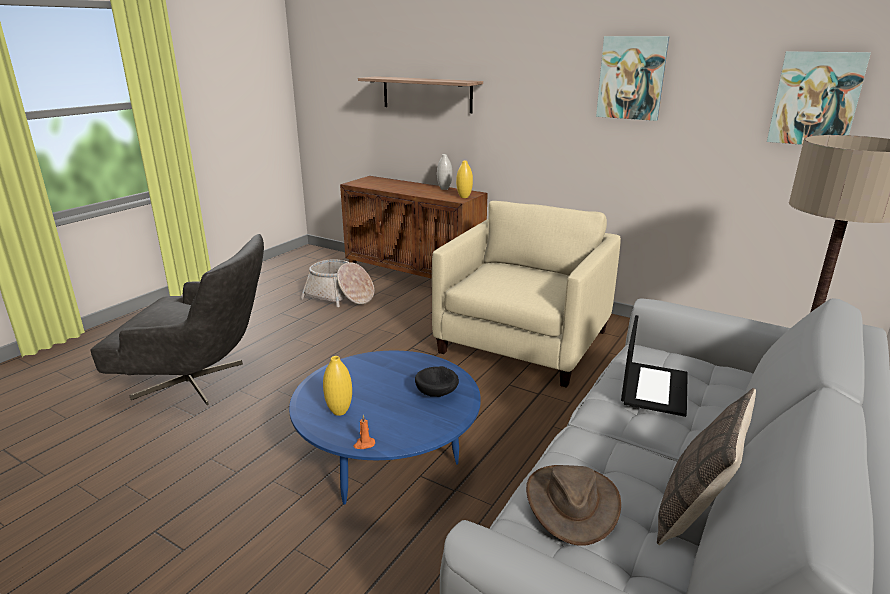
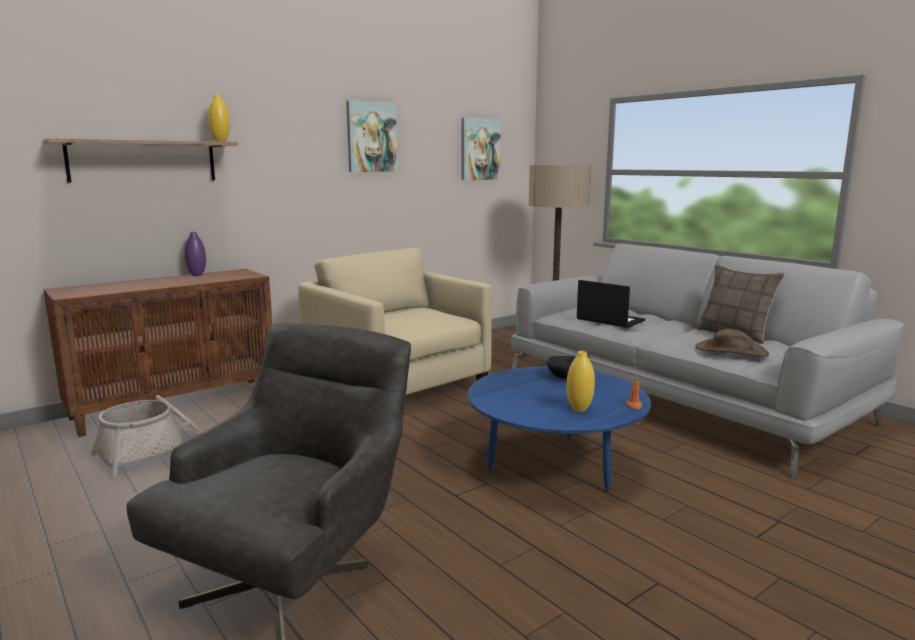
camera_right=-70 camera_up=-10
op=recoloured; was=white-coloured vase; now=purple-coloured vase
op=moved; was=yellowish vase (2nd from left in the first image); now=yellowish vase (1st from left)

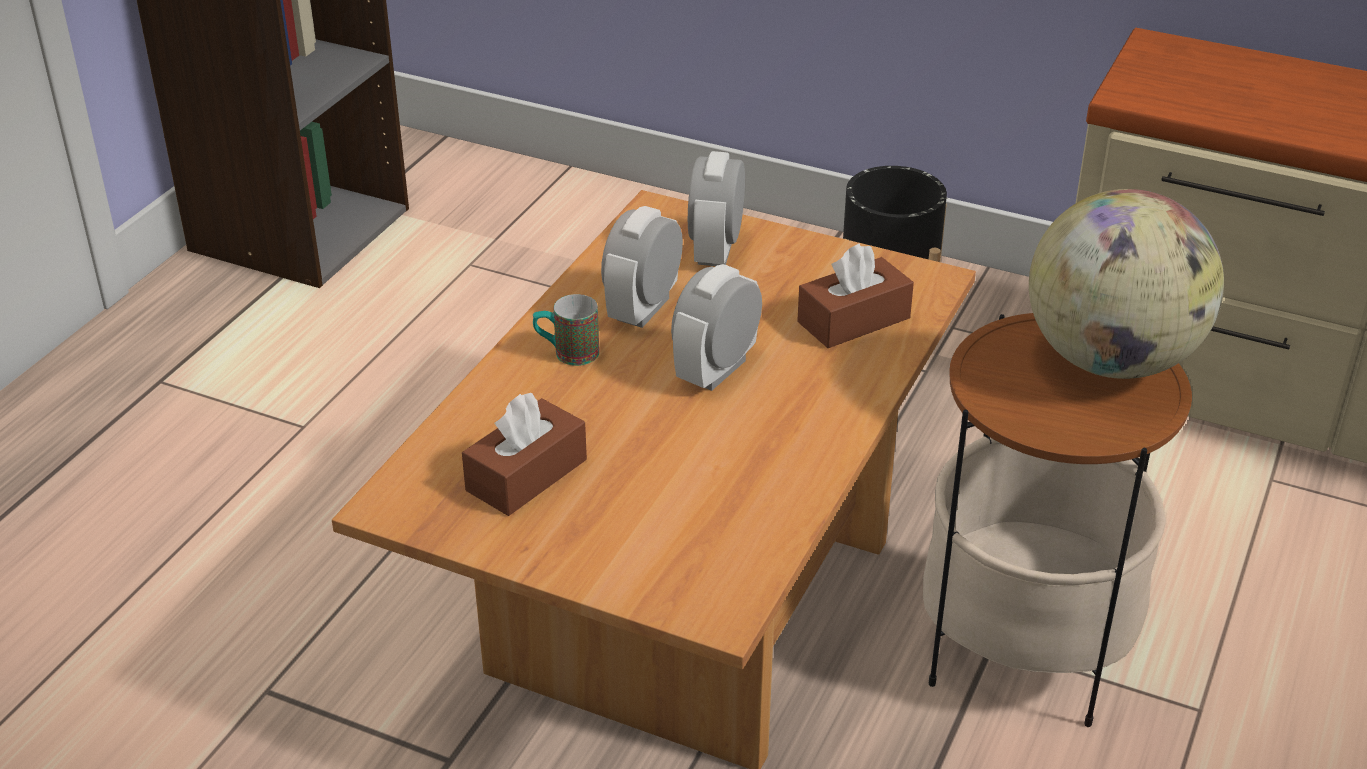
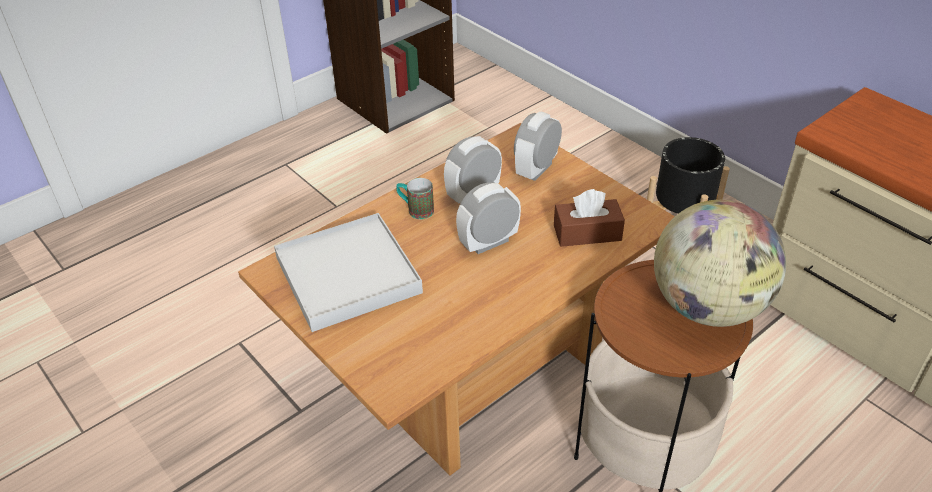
camera_right=25 camera_up=5
op=replaced; was=brownish box of tissues (1st from left); now=white-coloured serving tray

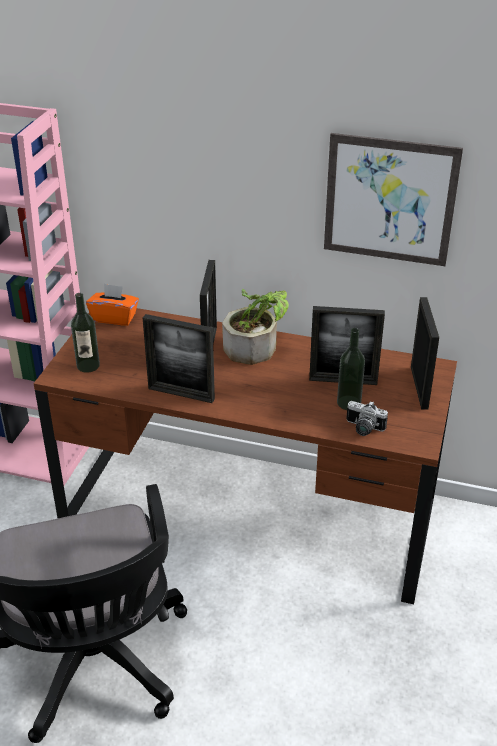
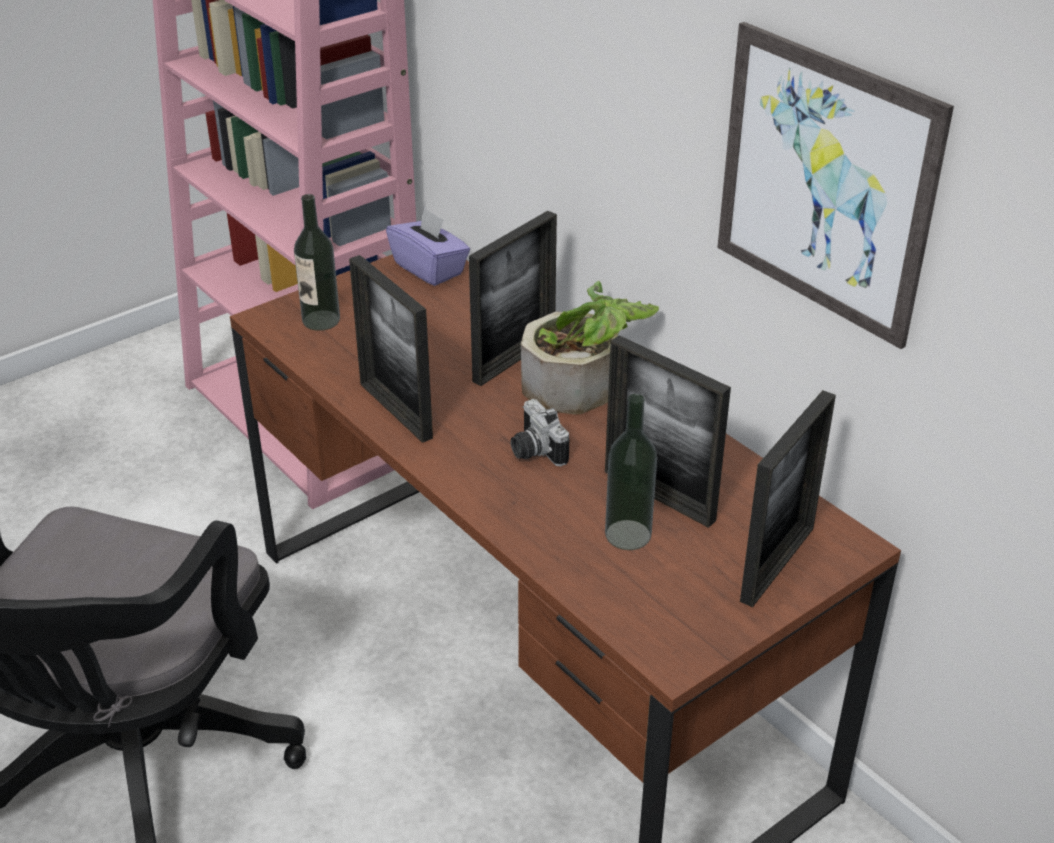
camera_right=35 camera_up=0
op=recoloured; was=orangey box of tissues; now=purple-coloured box of tissues
op=moved; was=photo camera

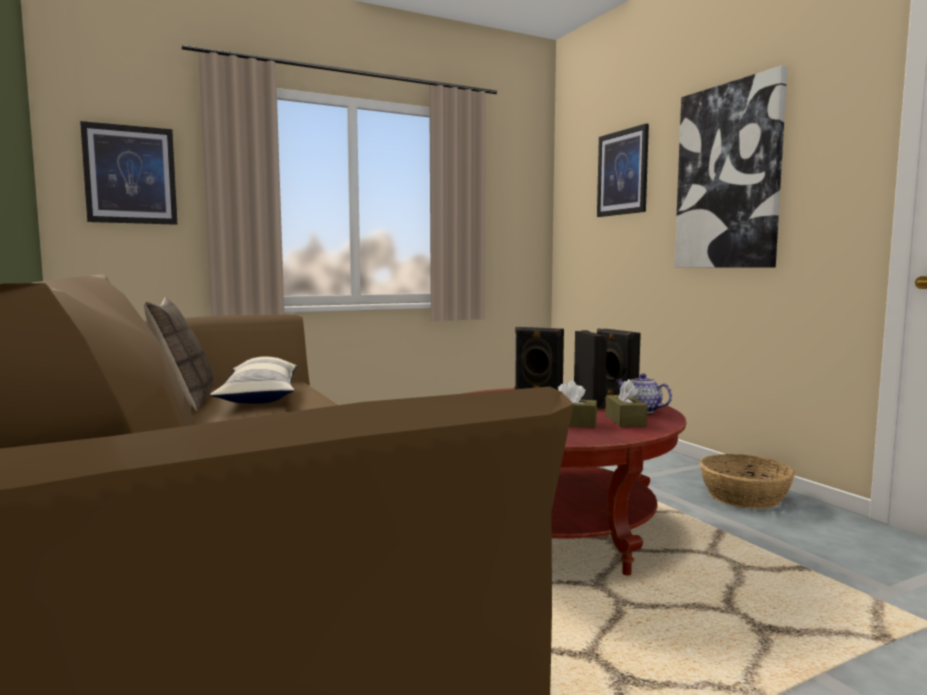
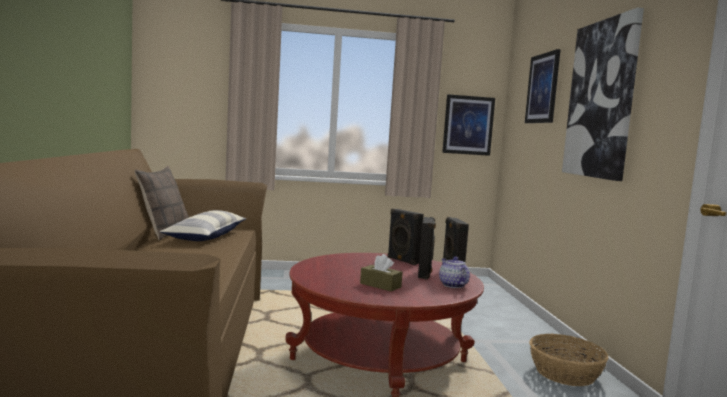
camera_right=20 camera_up=0
op=moved; was=wall picture (1st from left)
op=removed; was=brownish box of tissues (2nd from left)

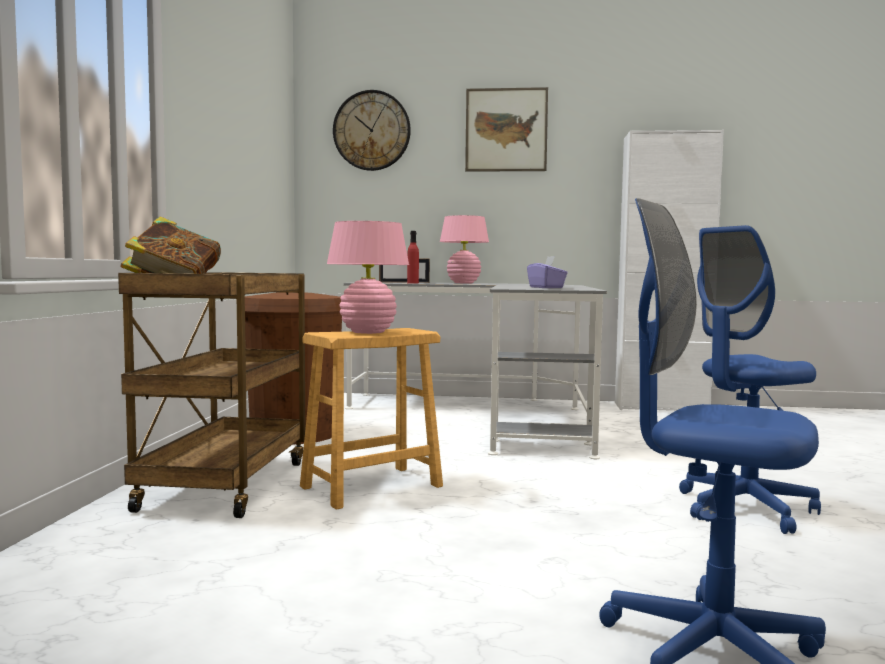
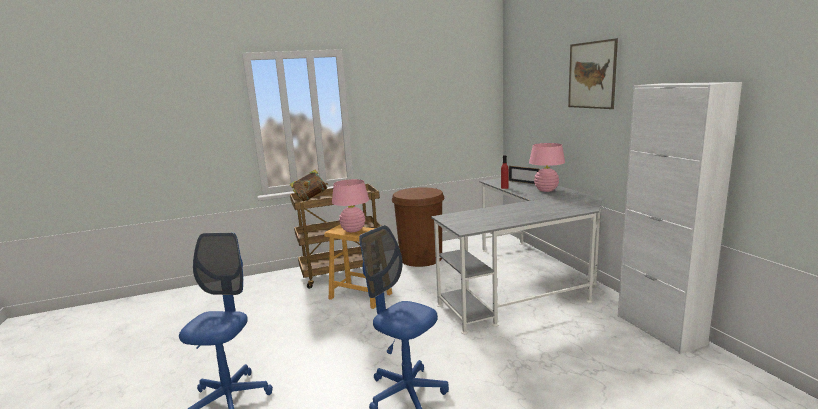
camera_right=65 camera_up=10
op=removed; was=clock on the wall
op=removed; was=purple-coloured box of tissues

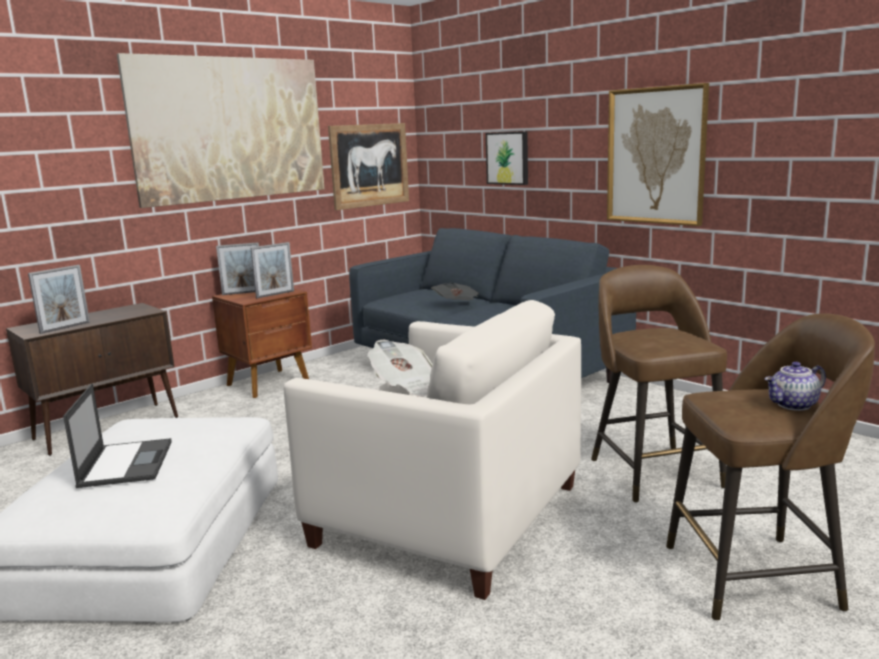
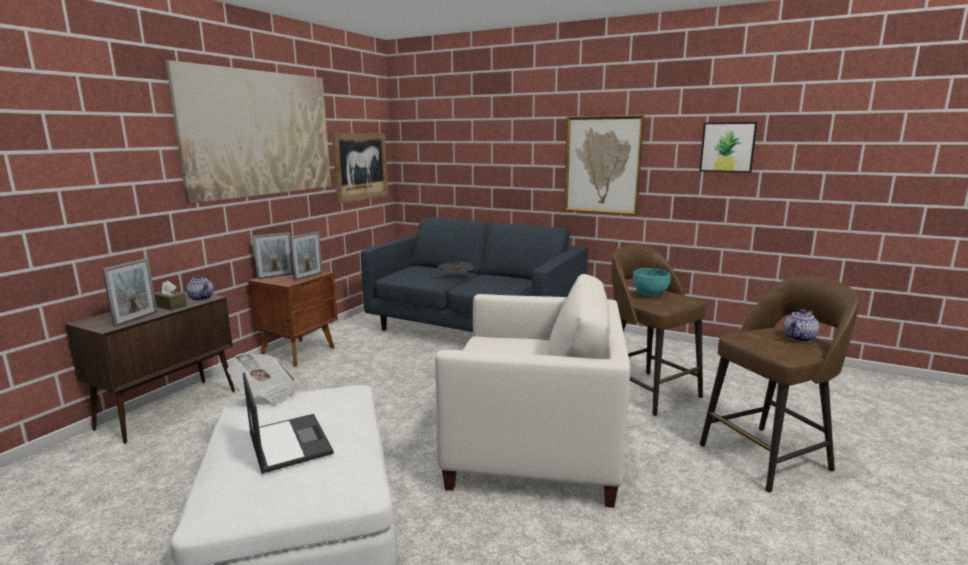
camera_right=-20 camera_up=0
op=moved; was=printed paper (1st from left)
op=moved; was=wall picture (3rd from left in the first image); now=wall picture (4th from left)
op=added; now=brownish box of tissues
op=added; now=teapot (1st from left)
op=added; now=turquoise bowl

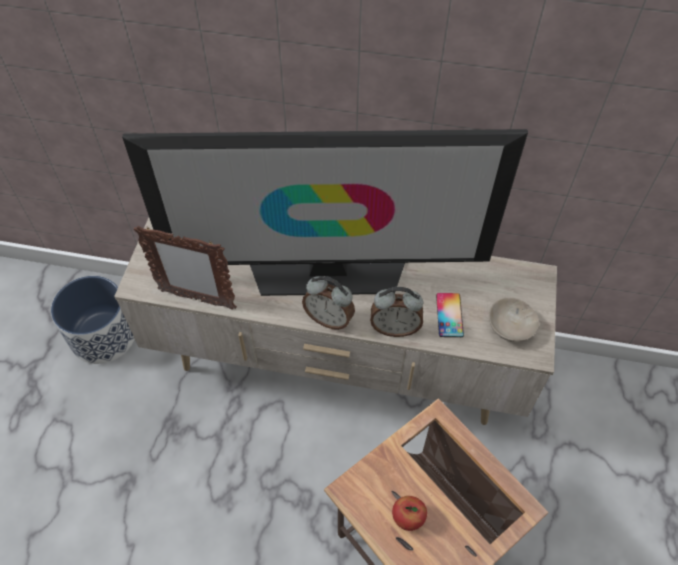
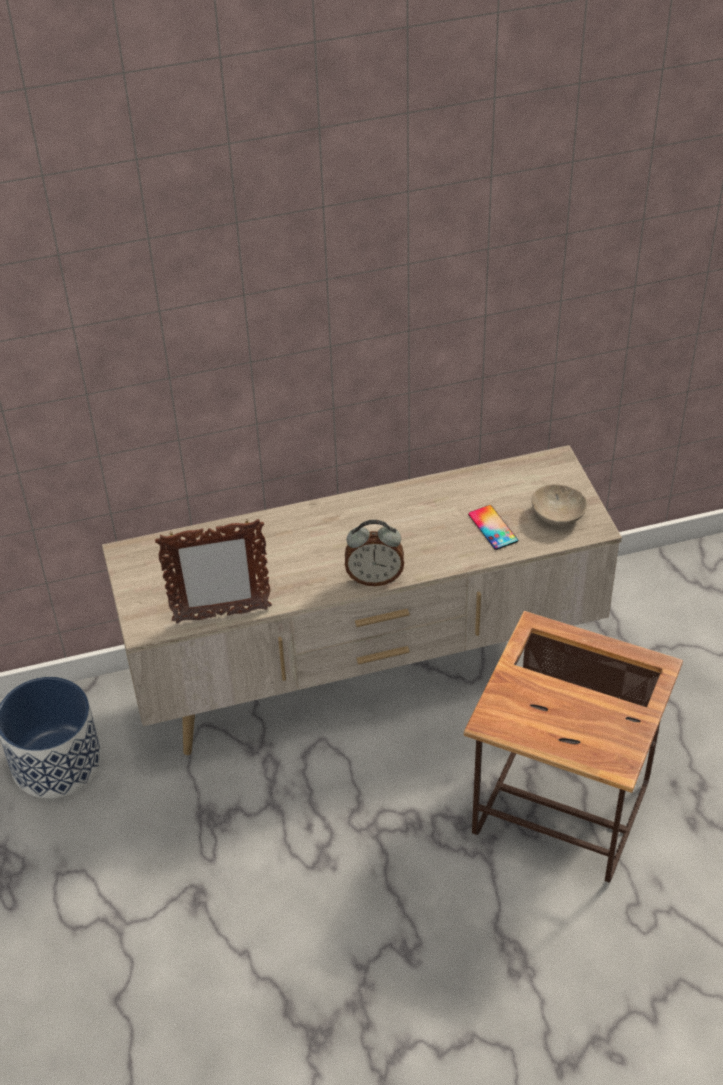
camera_right=-25 camera_up=-10
op=removed; was=TV set
op=removed; was=table clock (2nd from left)
op=removed; was=whole apple

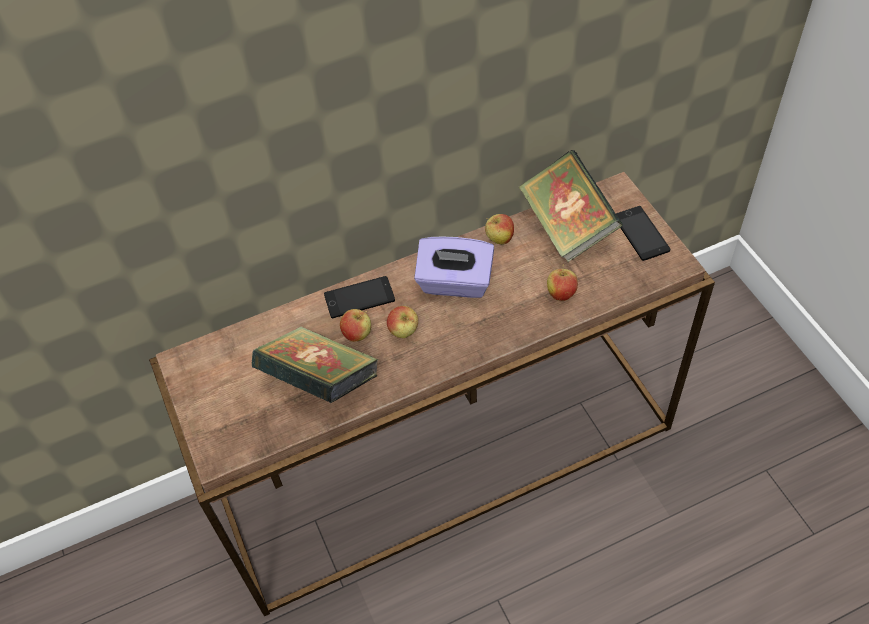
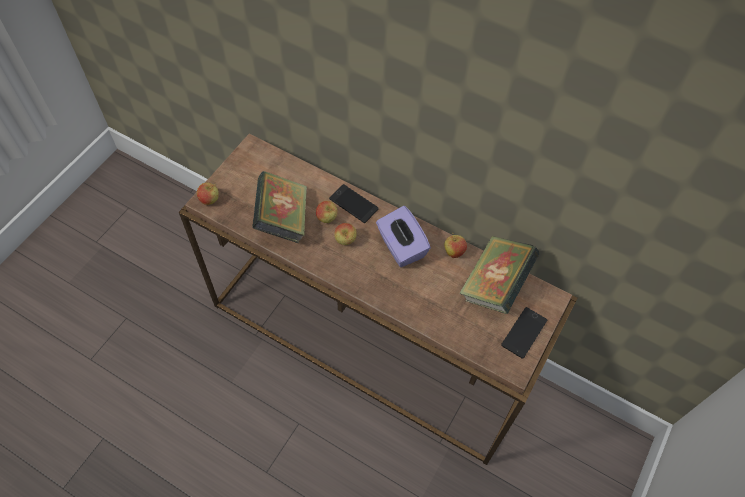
camera_right=50 camera_up=5
op=moved; was=whole apple (4th from left in the first image); now=whole apple (1st from left)

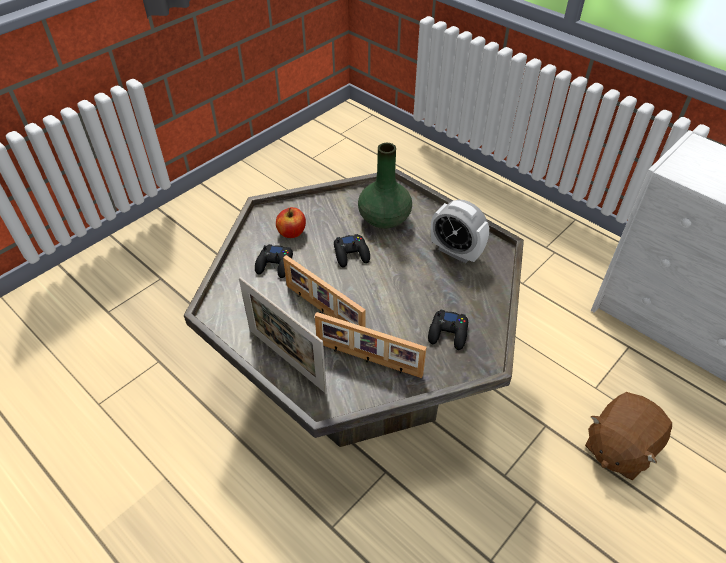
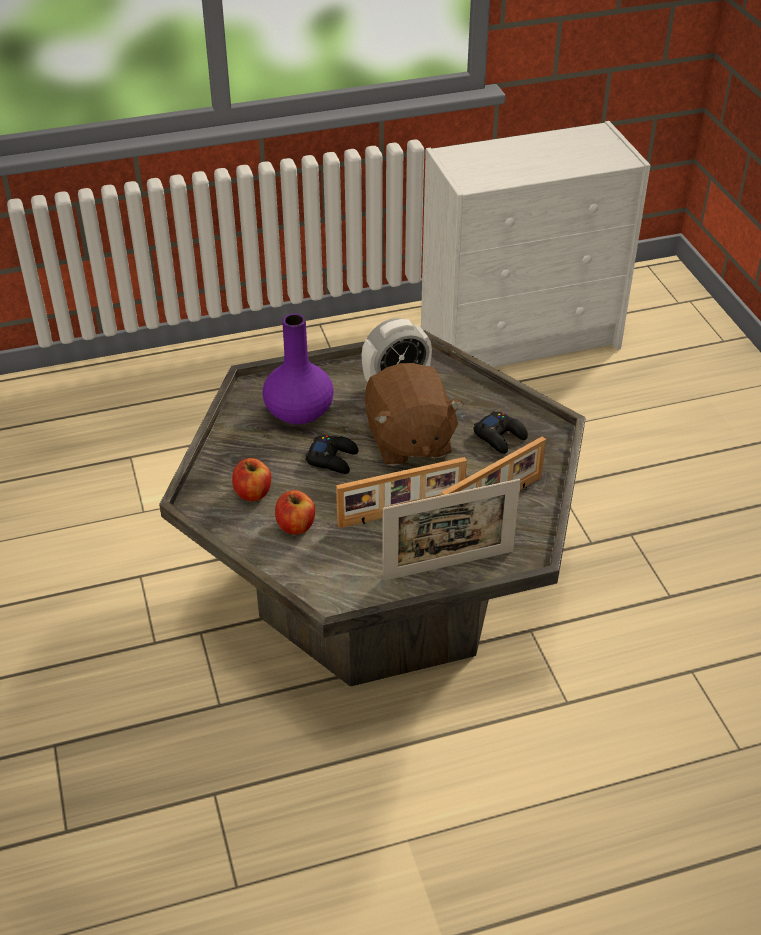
camera_right=-60 camera_up=-5
op=replaced; was=blackish gamepad (1st from left); now=whole apple (2nd from left)
op=recoloured; was=green vase; now=purple-coloured vase
op=moved; was=brownish cuddly toy

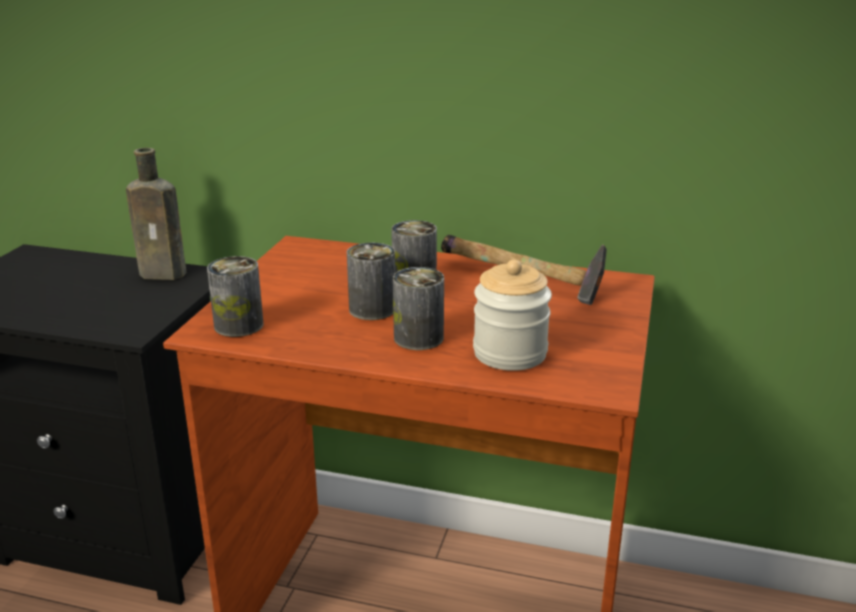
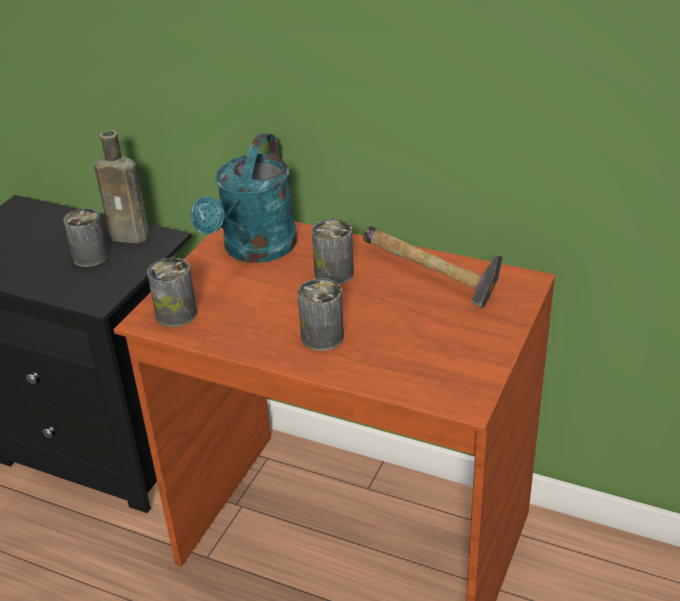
camera_right=10 camera_up=10
op=moved; was=can (2nd from left in the first image); now=can (1st from left)
op=removed; was=storage jar
op=added; now=turquoise sprinkling can

